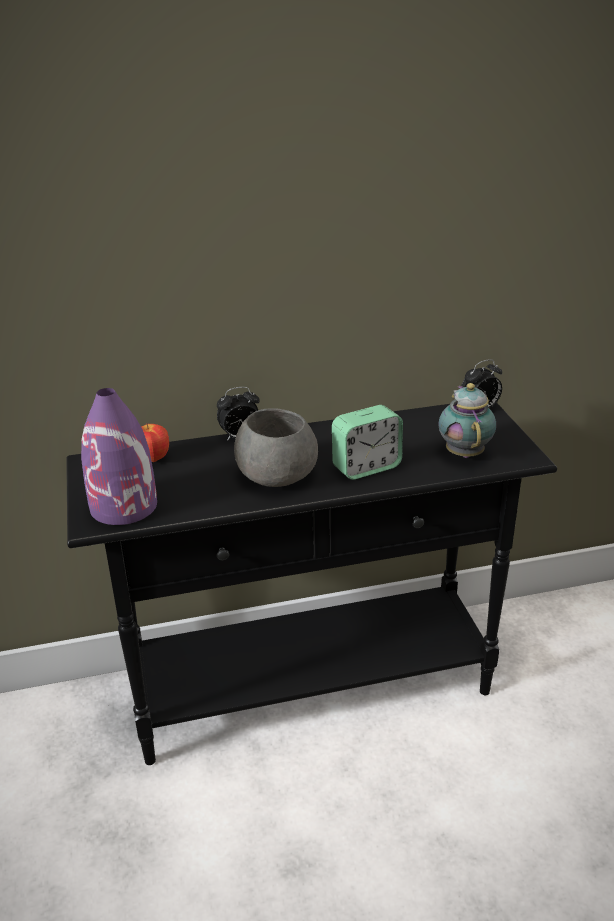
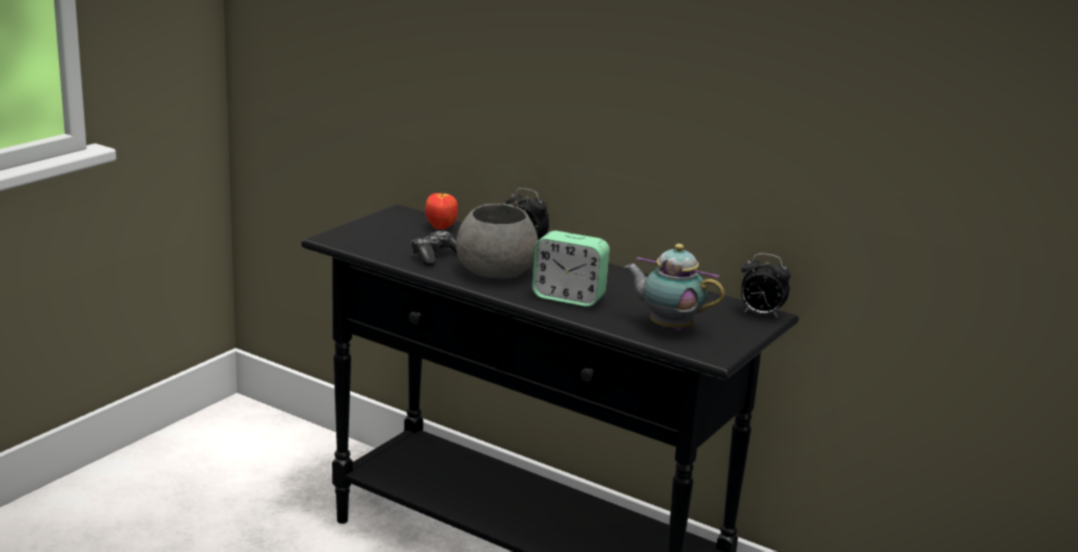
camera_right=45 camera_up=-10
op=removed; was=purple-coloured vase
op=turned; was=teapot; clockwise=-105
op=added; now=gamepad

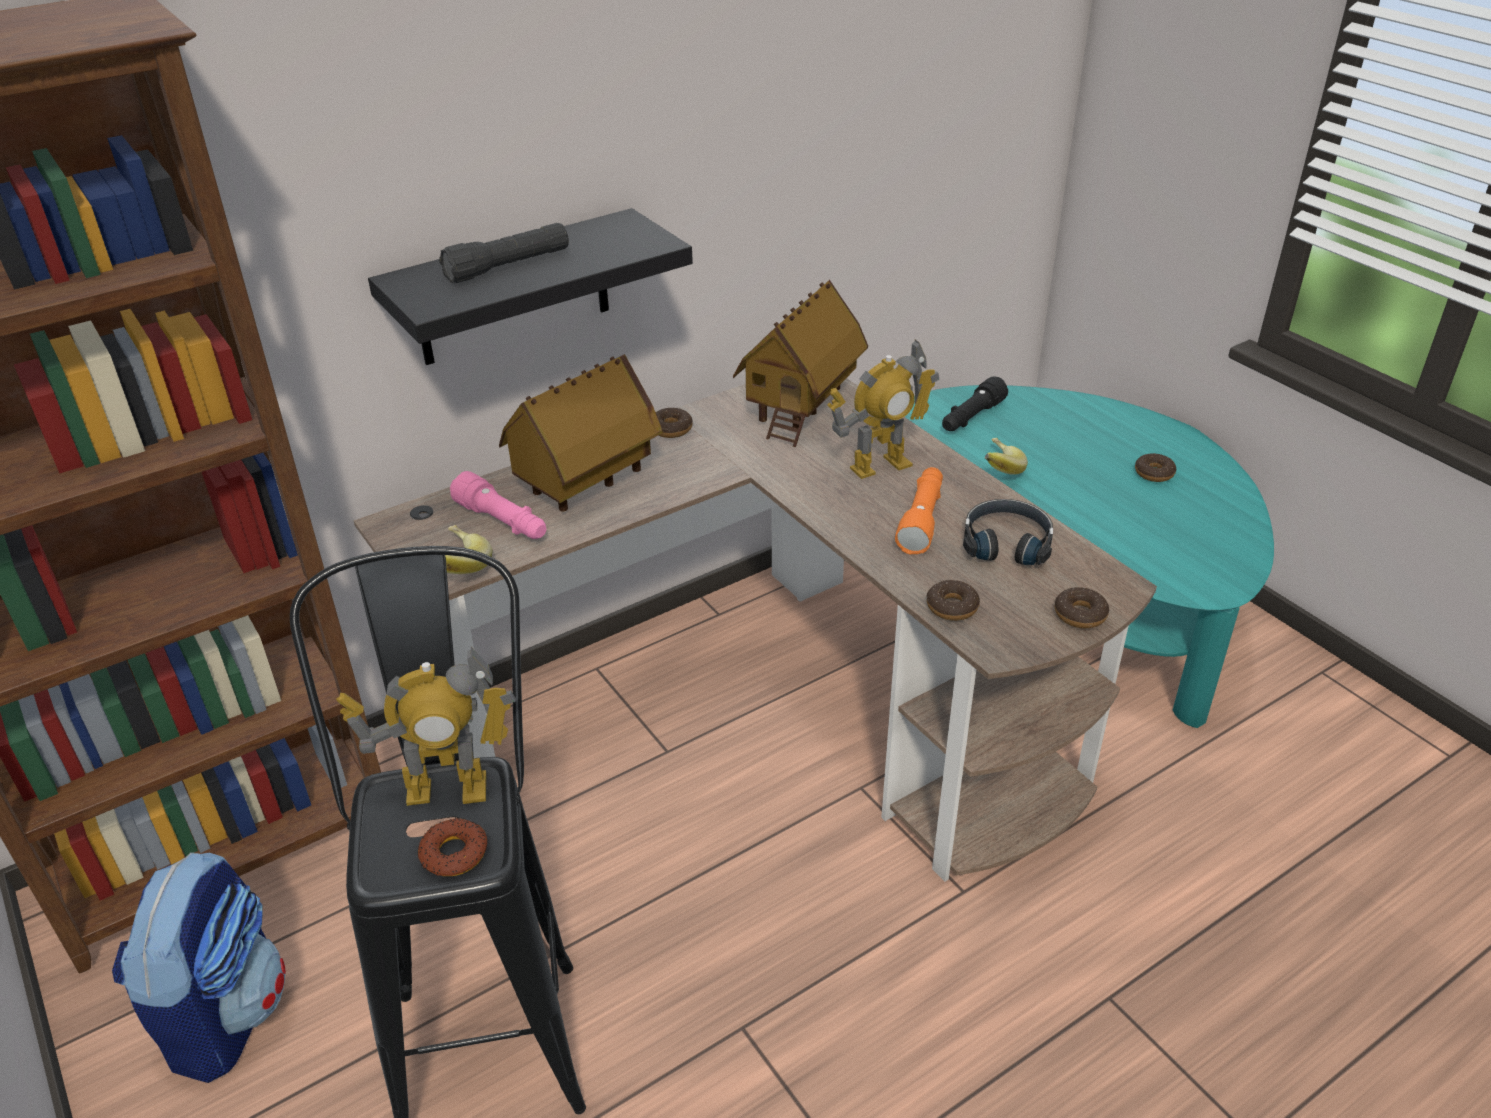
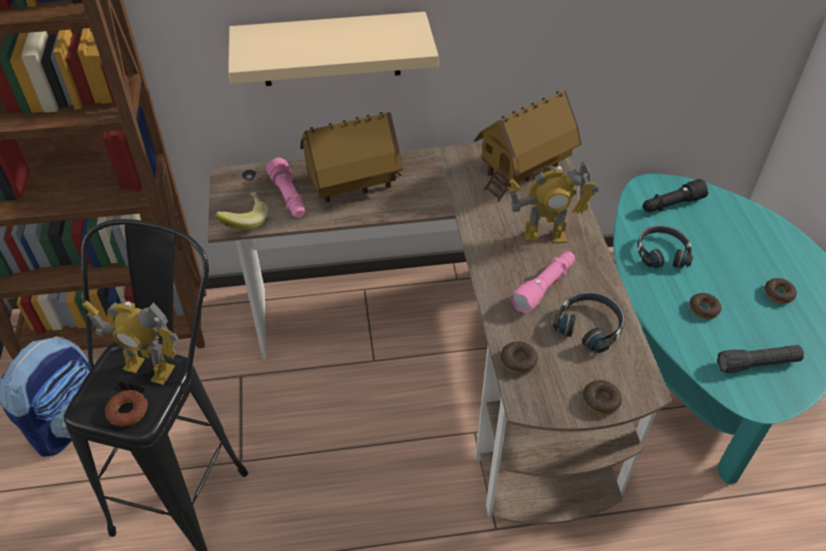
camera_right=25 camera_up=10
op=recoloured; was=blackish wall shelf; now=sand-coloured wall shelf
op=moved; was=blackish torch (1st from left in the first image); now=blackish torch (2nd from left)
op=moved; was=donut (2nd from left in the first image); now=donut (4th from left)
op=recoloured; was=orangey torch; now=pink-coloured torch (2nd from left)
op=replaced; was=whole banana (2nd from left); now=blackish headphones (2nd from left)

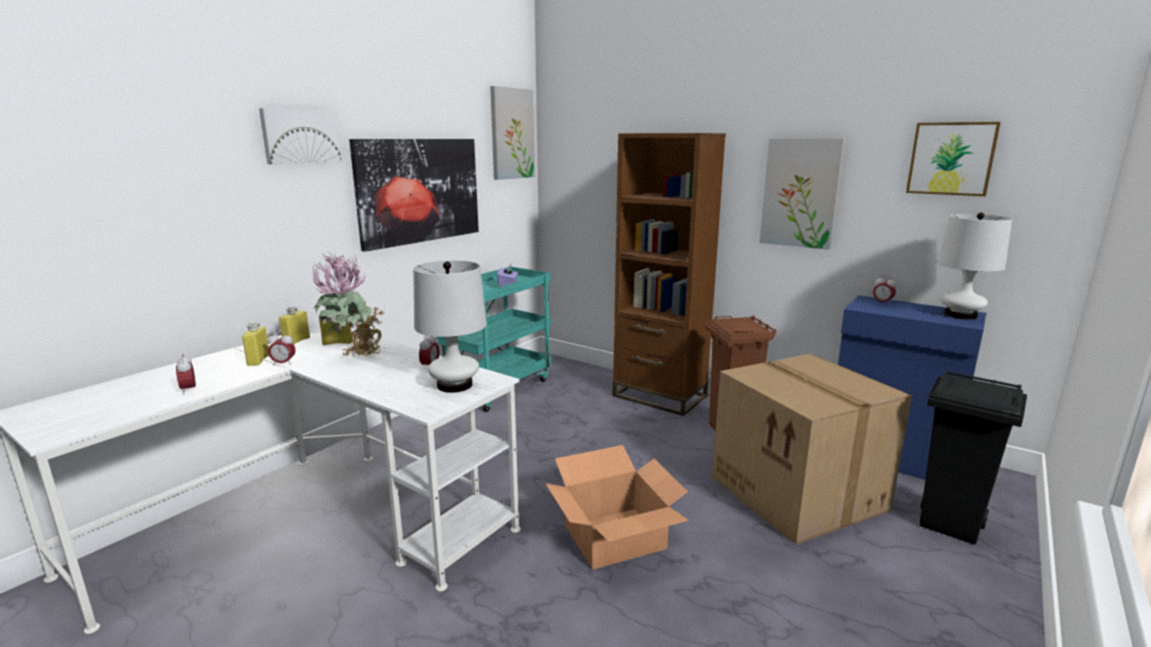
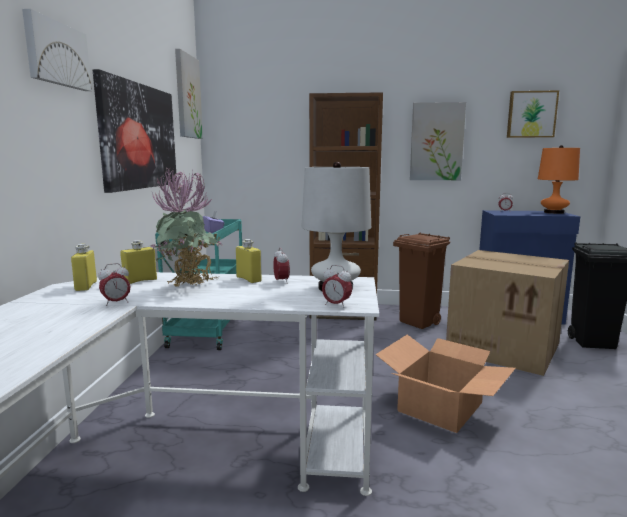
camera_right=-30 camera_up=-5
op=moved; was=table clock (1st from left in the first image); now=table clock (3rd from left)
op=moved; was=yellowish drink bottle (1st from left in the first image); now=yellowish drink bottle (3rd from left)
op=recoloured; was=white-coloured table lamp (2nd from left); now=orangey table lamp

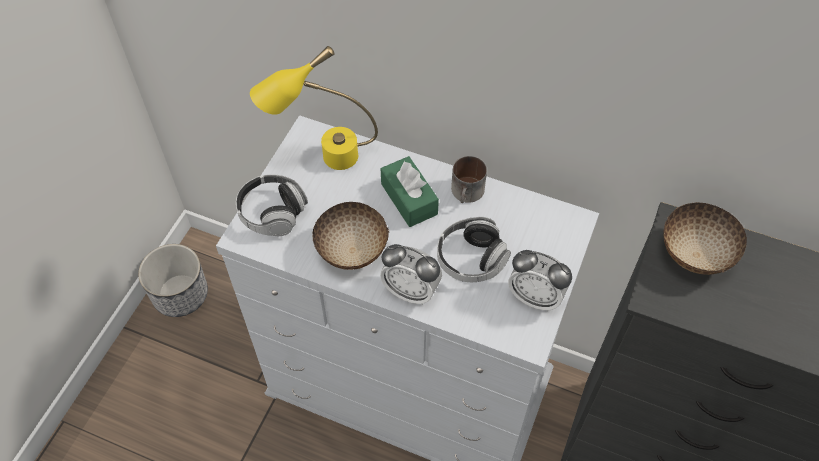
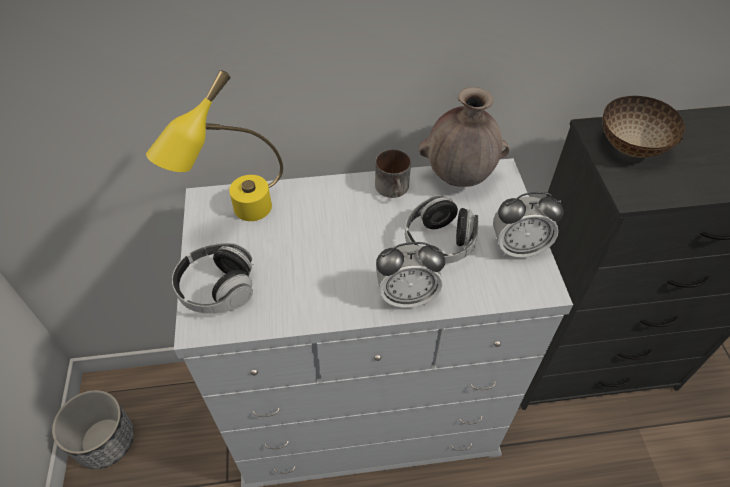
camera_right=-30 camera_up=-5
op=removed; was=bowl (1st from left)
op=removed; was=green box of tissues
op=added; now=brownish vase

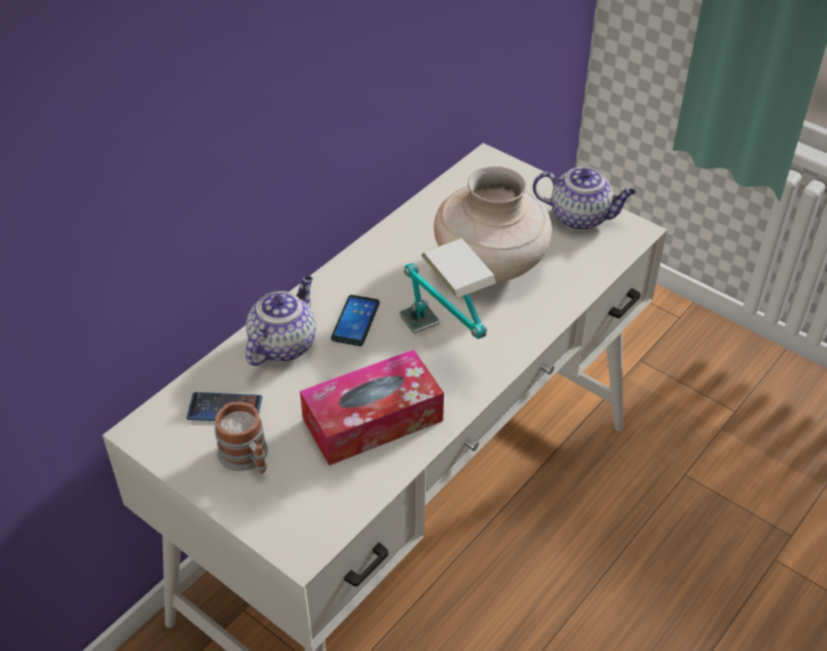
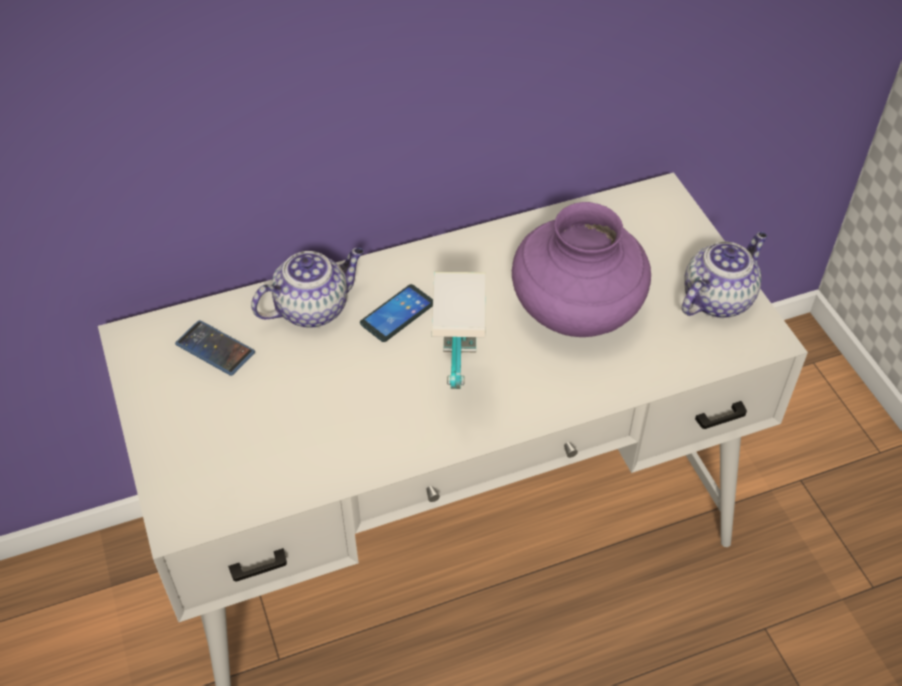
camera_right=30 camera_up=5
op=removed; was=mug
op=removed; was=box of tissues
op=recoloured; was=sand-coloured vase; now=purple-coloured vase
op=turned; was=teapot (2nd from left); clockwise=-90

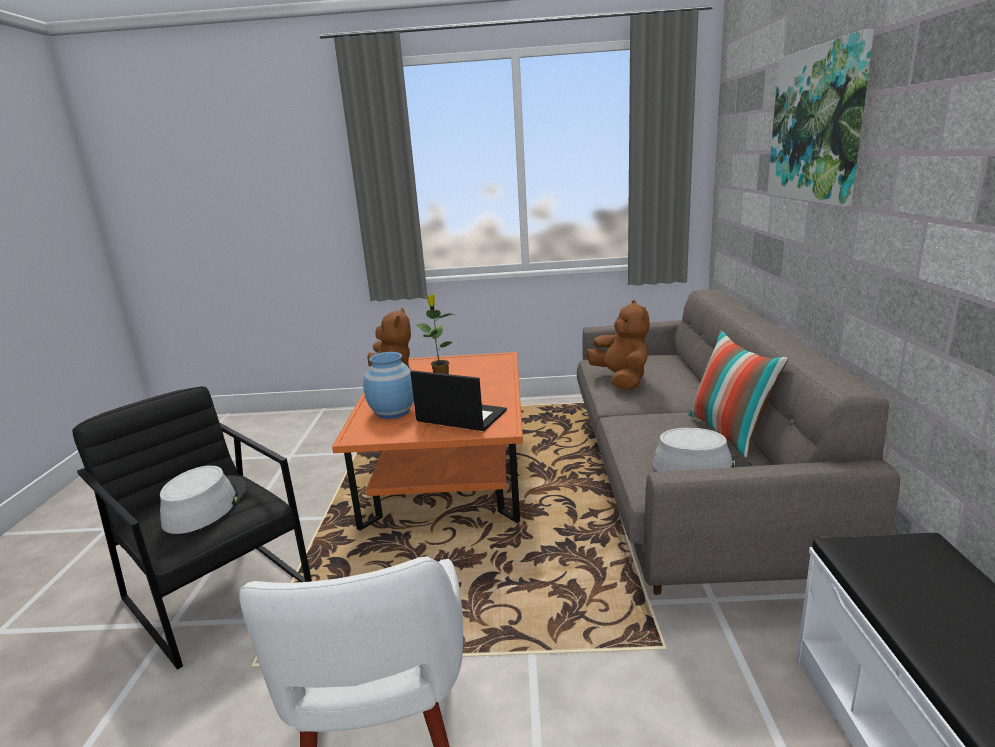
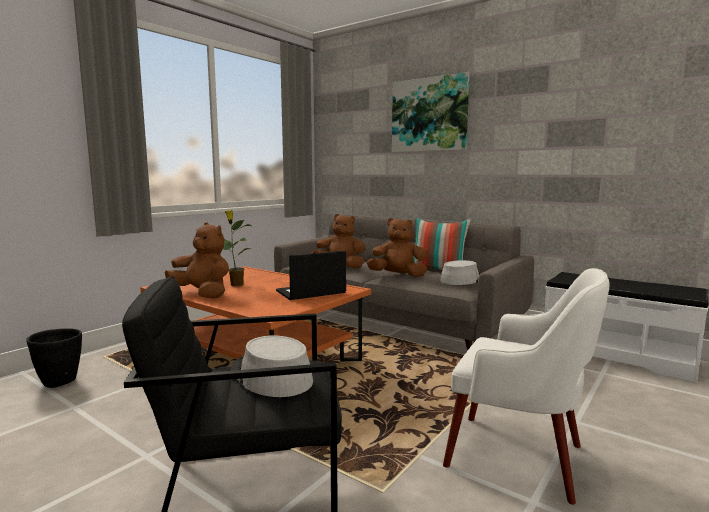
camera_right=-55 camera_up=-10
op=removed; was=blue vase
op=added; now=blackish flower pot
op=added; now=brownish cuddly toy (3rd from left)

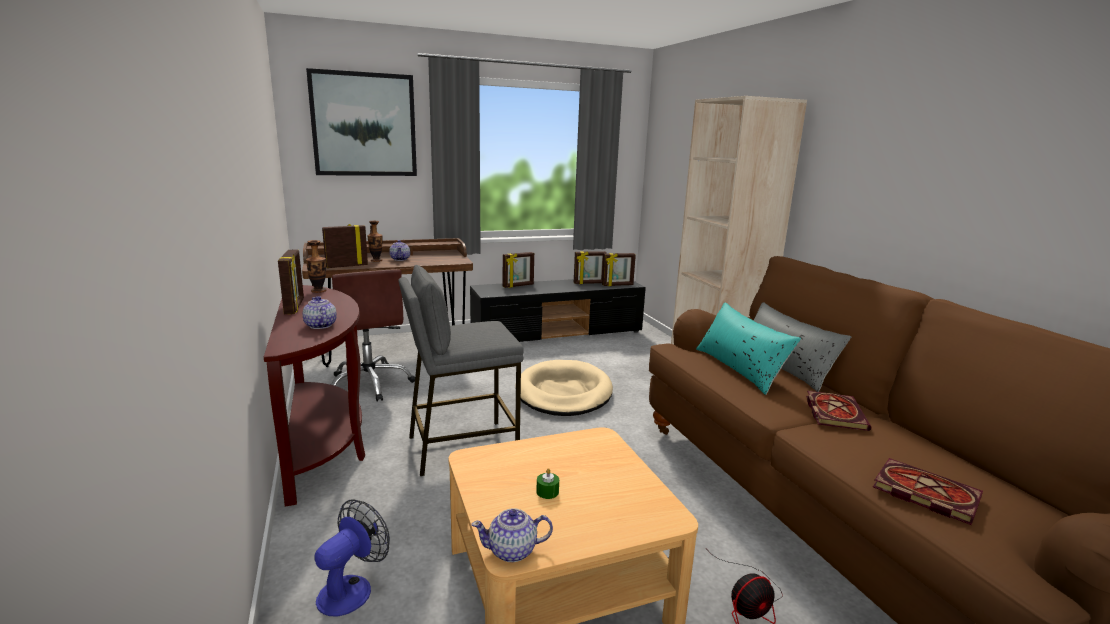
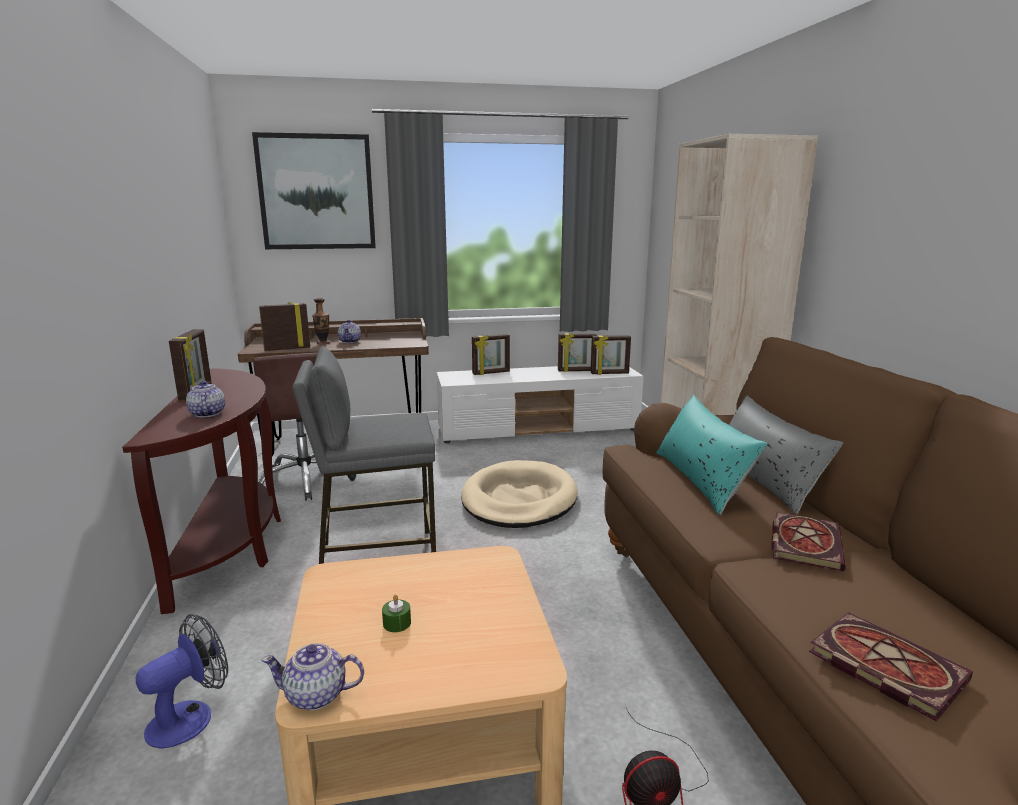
camera_right=10 camera_up=0
op=removed; was=vase (1st from left)
op=recoloured; was=blackish media console; now=white-coloured media console

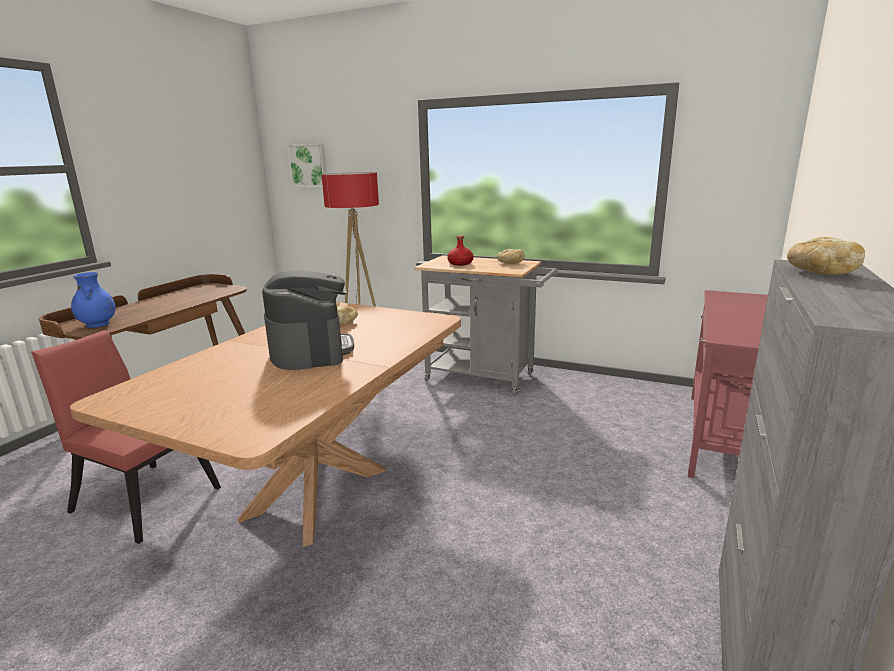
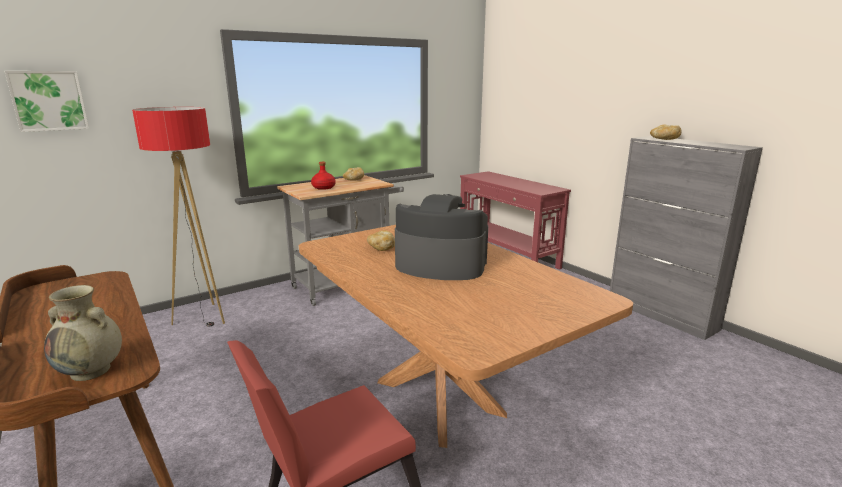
camera_right=-60 camera_up=0
op=recoloured; was=blue vase; now=sand-coloured vase

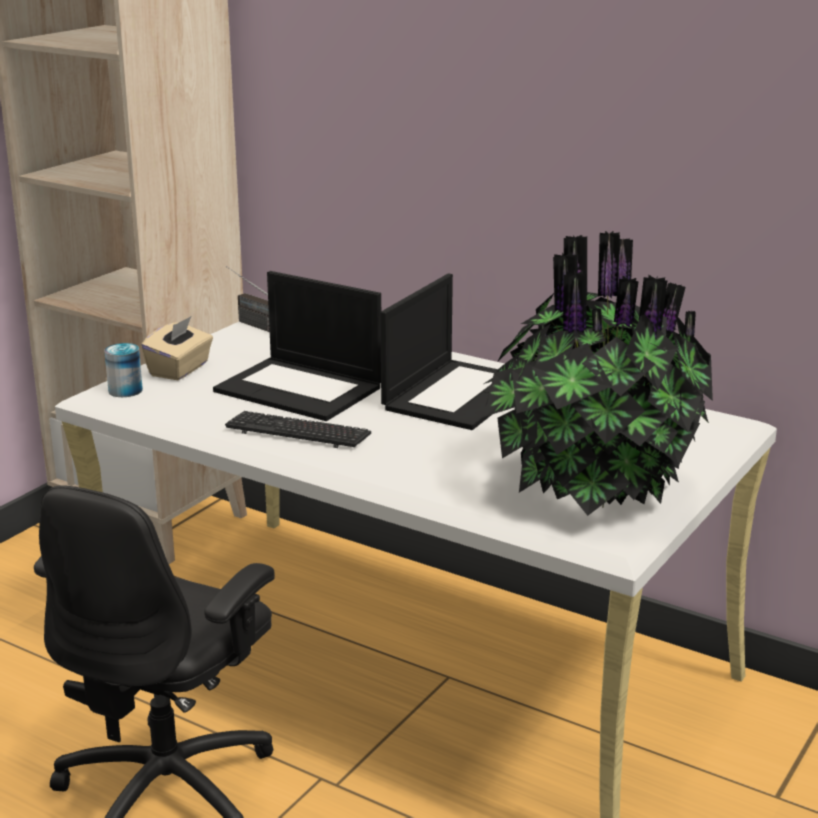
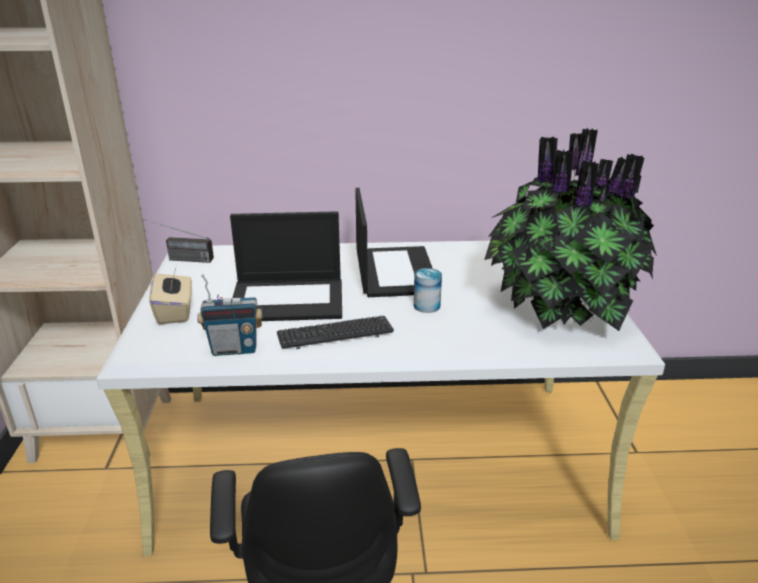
camera_right=-35 camera_up=5
op=moved; was=can
op=added; now=radio receiver (2nd from left)

